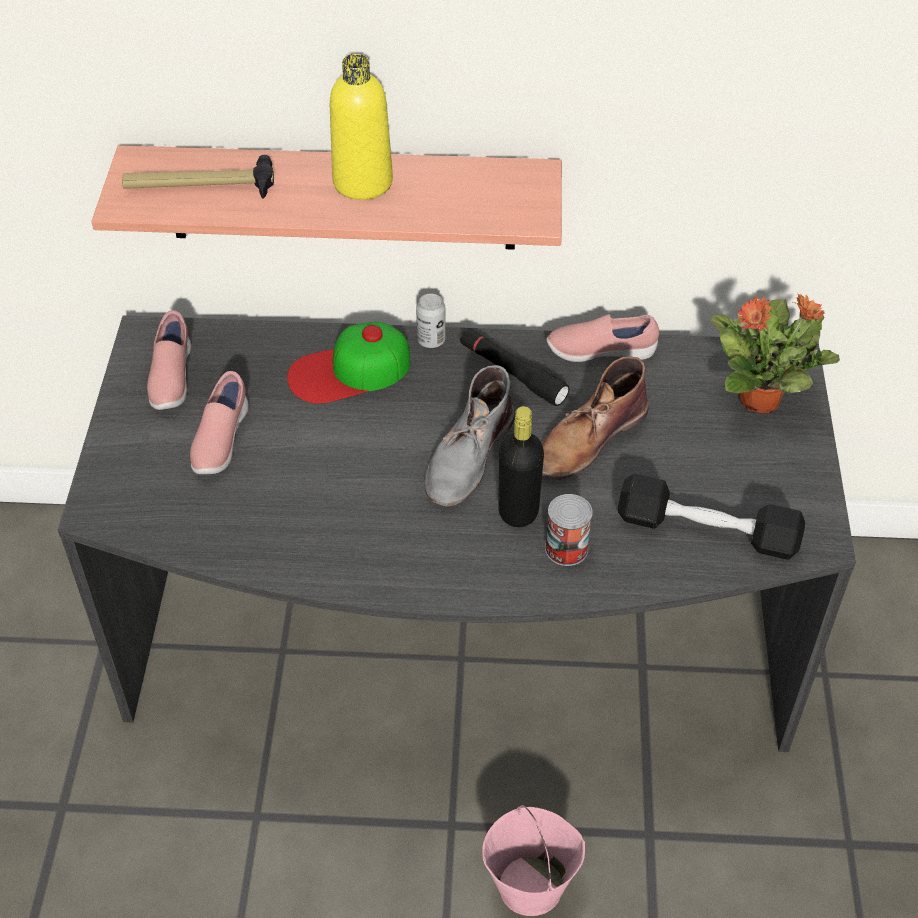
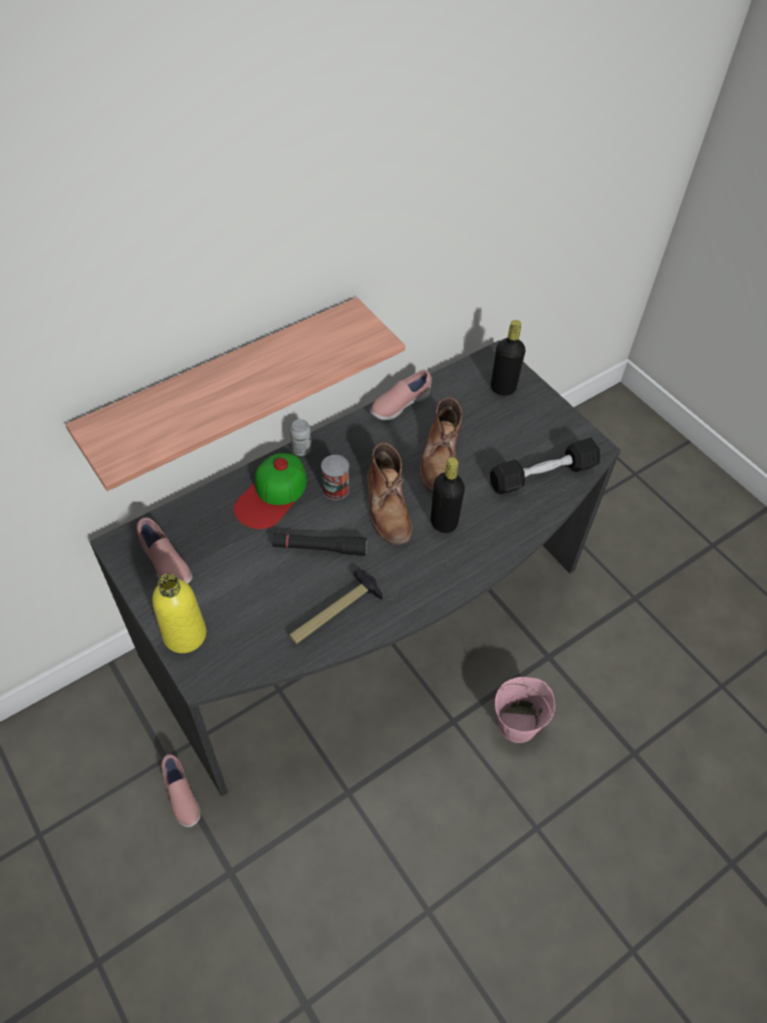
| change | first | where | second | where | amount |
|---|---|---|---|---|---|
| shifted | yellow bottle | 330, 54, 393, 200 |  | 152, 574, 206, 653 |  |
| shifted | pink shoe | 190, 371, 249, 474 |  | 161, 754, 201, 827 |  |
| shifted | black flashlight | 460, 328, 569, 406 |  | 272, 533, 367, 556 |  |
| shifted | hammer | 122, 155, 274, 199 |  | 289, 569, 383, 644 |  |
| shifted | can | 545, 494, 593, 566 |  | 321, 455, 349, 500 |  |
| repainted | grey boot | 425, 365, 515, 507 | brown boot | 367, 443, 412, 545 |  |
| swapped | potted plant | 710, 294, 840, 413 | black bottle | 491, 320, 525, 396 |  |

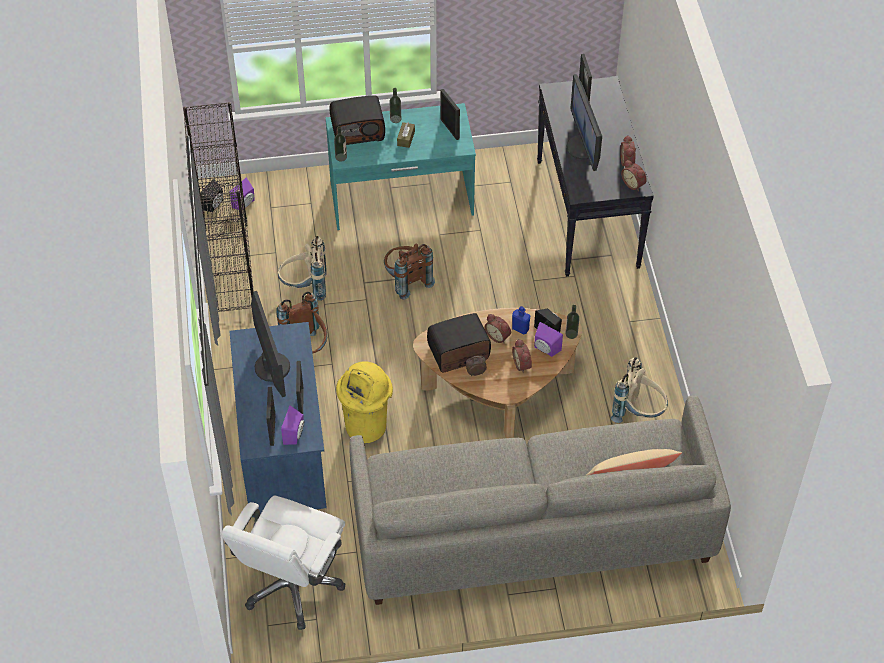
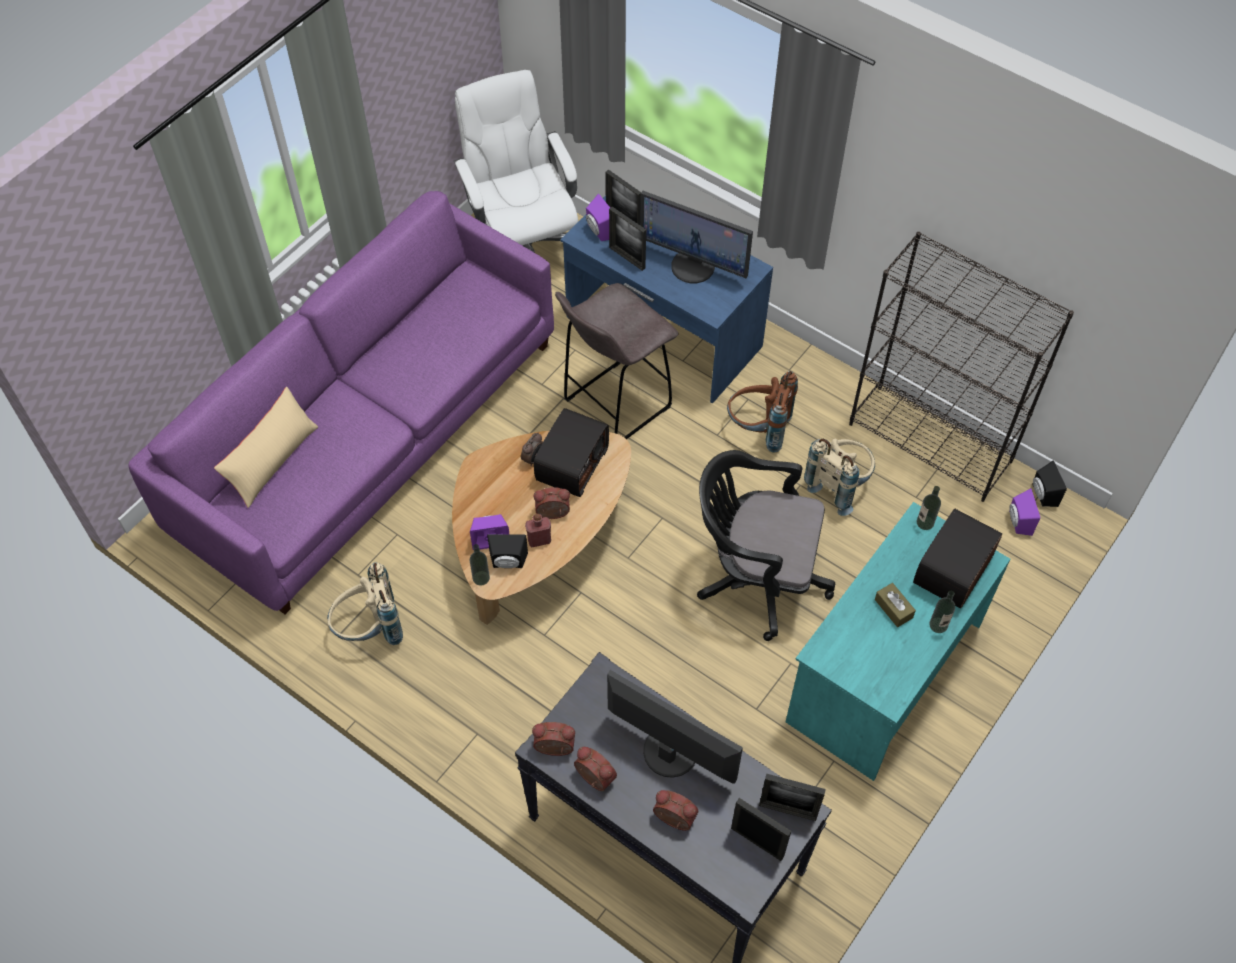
| change | first | where | second | where | amount |
|---|---|---|---|---|---|
| repainted | grey sofa | 349, 396, 731, 605 | purple sofa | 128, 191, 554, 614 |  |
| repainted | blue bottle | 512, 306, 530, 334 | red bottle | 525, 514, 551, 547 |  |
| swapped | yellow trash can | 336, 361, 393, 443 | grey stool | 555, 283, 679, 439 |  |
| shifted | alarm clock | 512, 339, 532, 373 |  | 653, 790, 698, 831 |  |
| swapped | brown backpack | 384, 244, 435, 300 | black office chair | 697, 450, 835, 641 |  |
| shifted | picture frame | 440, 89, 460, 140 |  | 759, 773, 826, 821 |  |

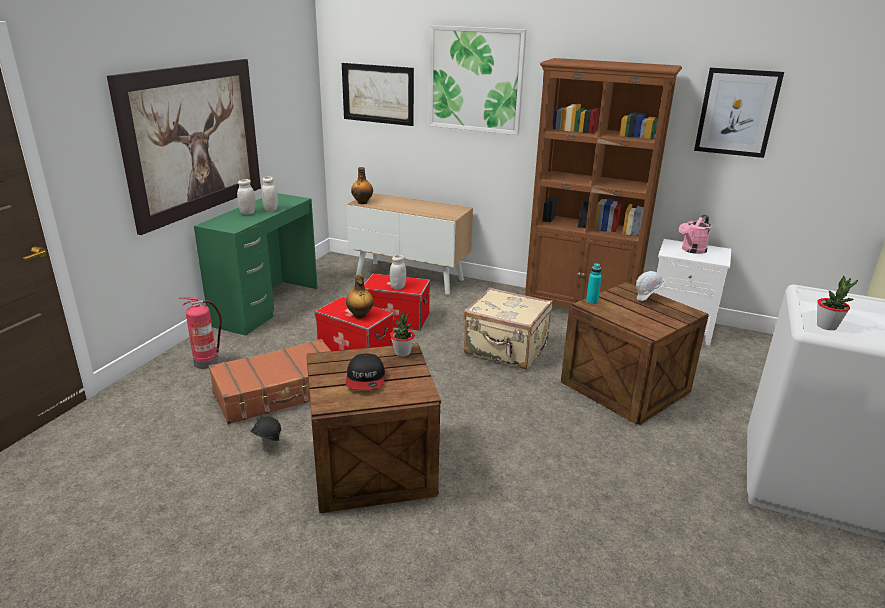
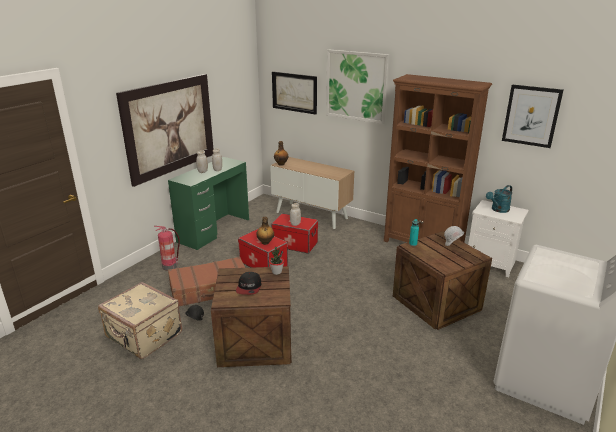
| change | first | where | second | where | amount |
|---|---|---|---|---|---|
| shifted | beige suitcase | 463, 287, 553, 370 |  | 98, 282, 182, 359 |  |
| repainted | pink watering can | 679, 214, 712, 254 | turquoise watering can | 486, 185, 512, 213 |  |
| gone | potted plant | 817, 276, 858, 330 |  |  |  |

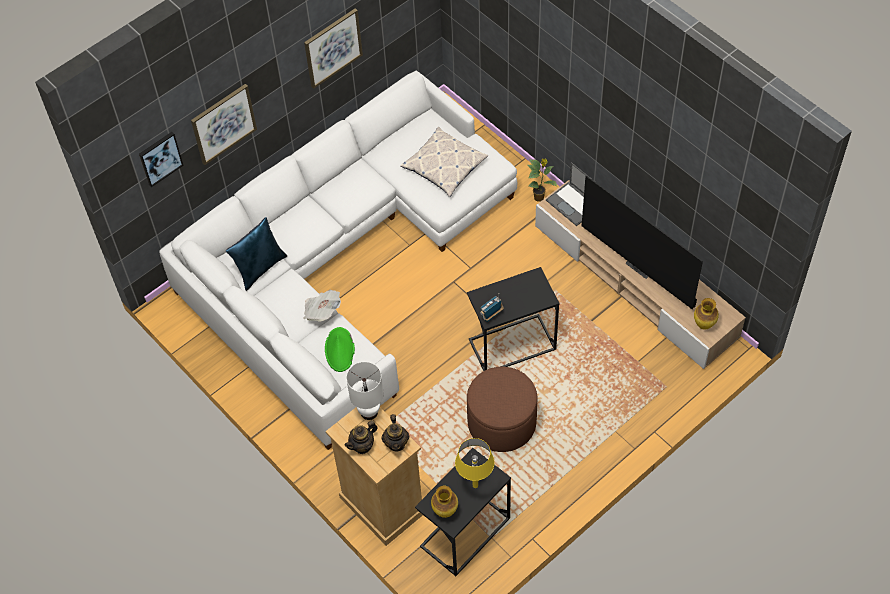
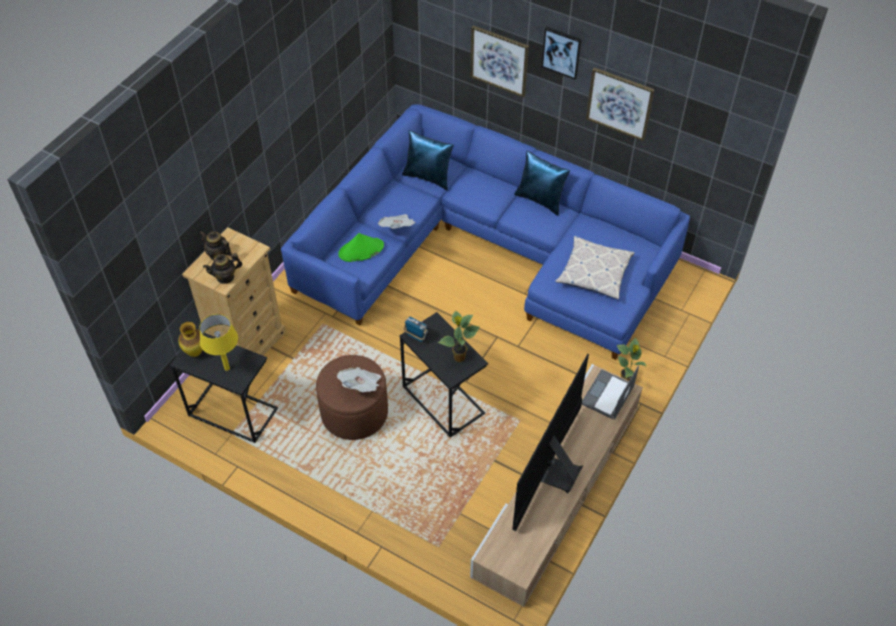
| change | first | where | second | where | amount |
|---|---|---|---|---|---|
| repainted | white sofa | 159, 71, 517, 450 | blue sofa | 281, 104, 690, 360 |  |
| new |  |  | newspaper | 337, 367, 381, 392 |  |
| new |  |  | potted plant | 438, 310, 480, 362 |  |
| new |  |  | blue pillow | 514, 151, 570, 216 |  |
| shifted | picture | 139, 132, 184, 187 |  | 542, 27, 581, 80 |  |
| gone | white table lamp | 346, 362, 384, 420 |  |  |  |
| gone | vase | 694, 298, 719, 330 |  |  |  |

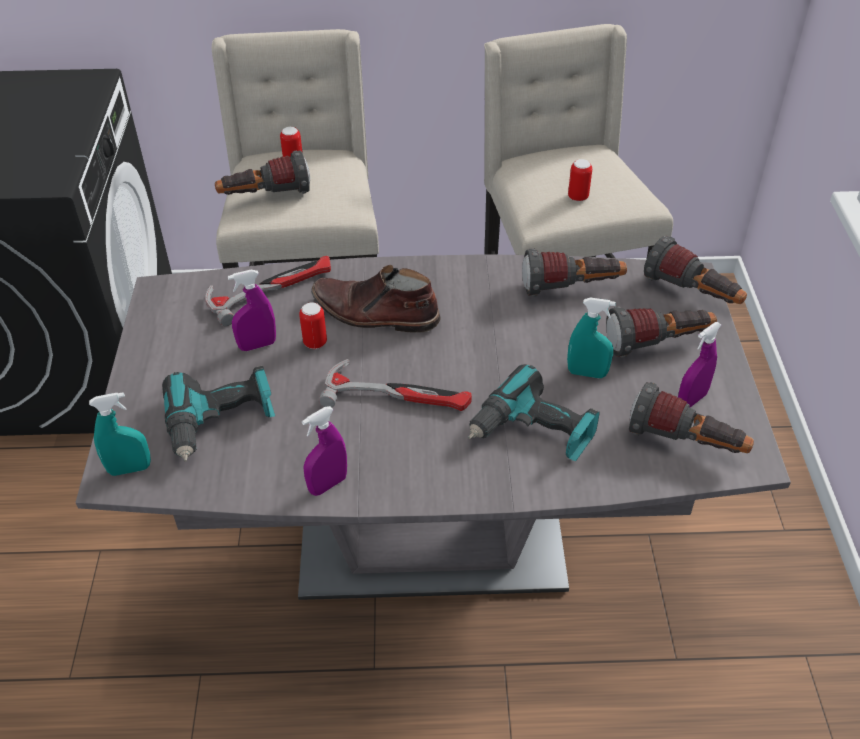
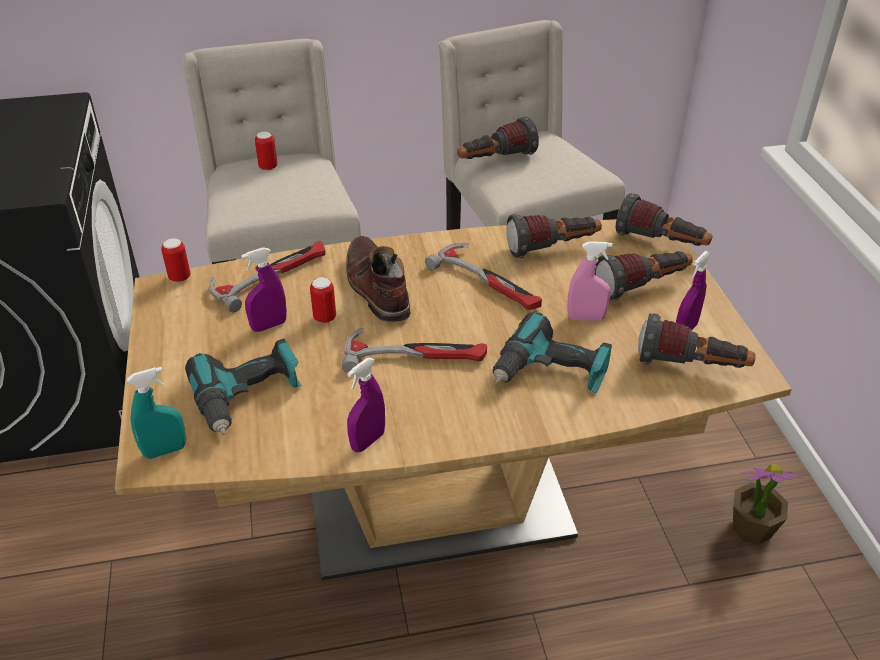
| change | first | where | second | where | amount |
|---|---|---|---|---|---|
| repainted | grey dining table | 76, 254, 791, 600 | brown dining table | 115, 217, 792, 580 |  |
| shifted | can | 568, 159, 592, 201 |  | 161, 238, 190, 282 |  |
| rotated | brown boot | 311, 265, 441, 333 |  | 346, 236, 410, 322 | 60 degrees clockwise |
| new |  |  | hammer | 425, 243, 542, 310 |  |
| shifted | flashlight | 215, 150, 310, 195 |  | 457, 117, 539, 159 |  |
| repainted | turquoise spray bottle | 567, 298, 616, 378 | pink spray bottle | 567, 241, 613, 321 |  |
| new |  |  | potted plant | 733, 464, 804, 545 |  |

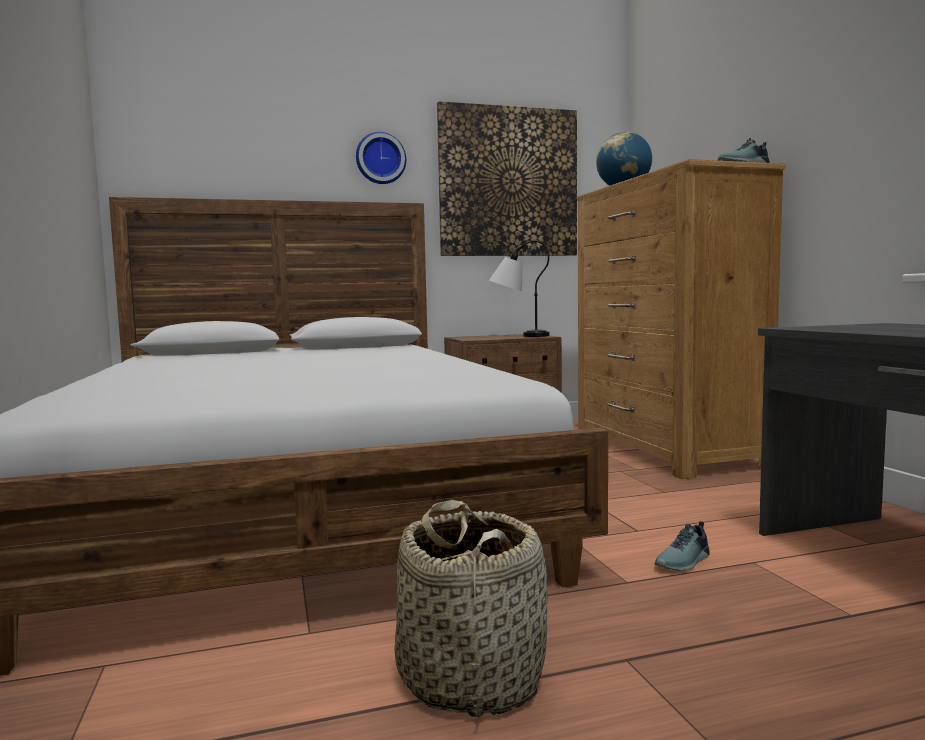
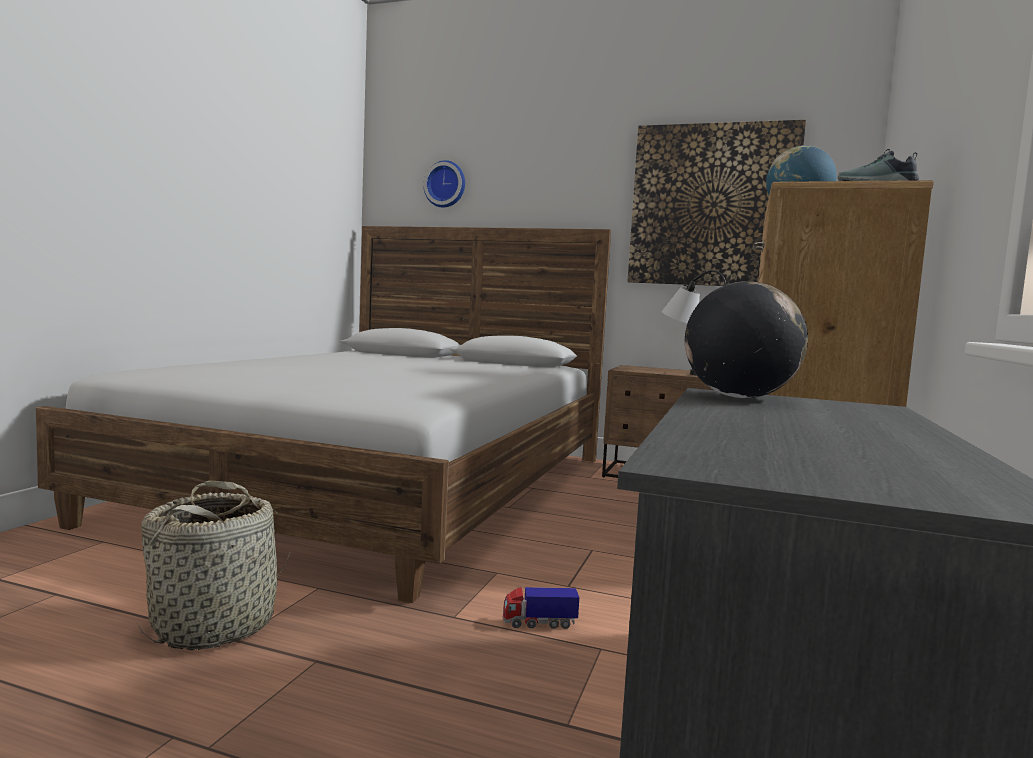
| change | first | where | second | where | amount |
|---|---|---|---|---|---|
| shifted | wall clock | 356, 132, 406, 184 |  | 423, 160, 465, 208 |  |
| swapped | shoe | 655, 521, 710, 571 | toy truck | 503, 587, 579, 629 |  |
| new |  |  | globe | 685, 281, 808, 398 |  |

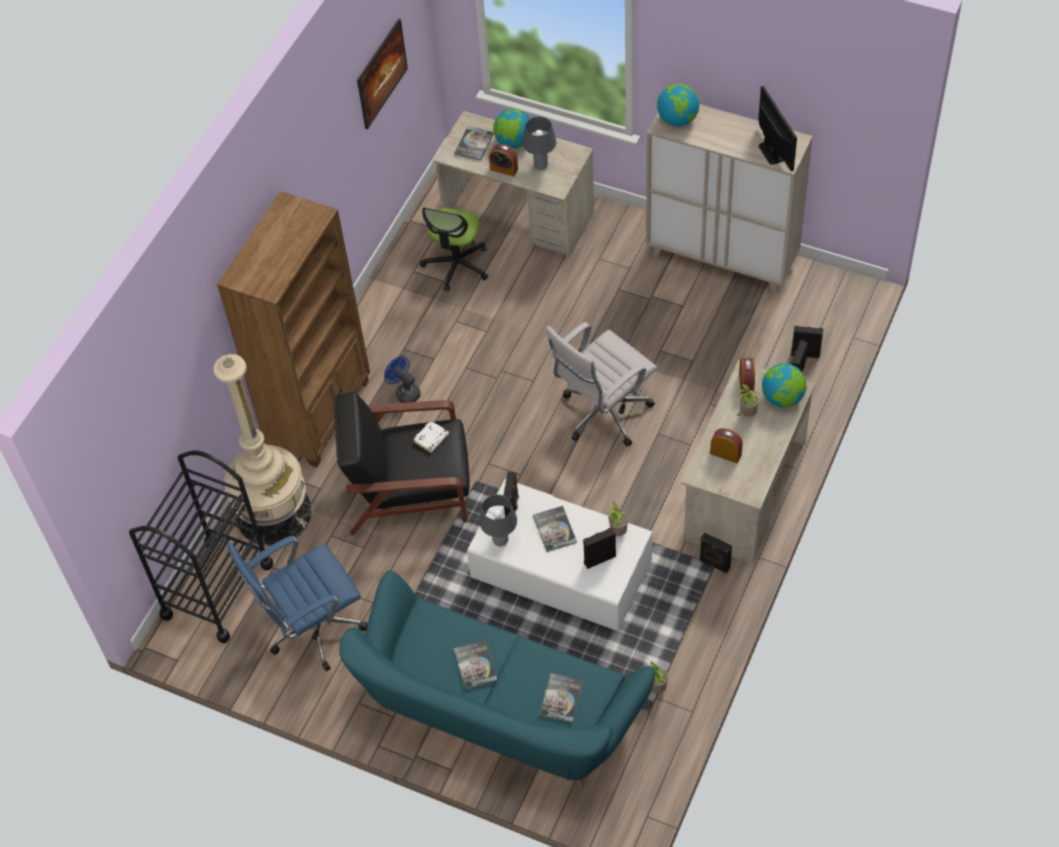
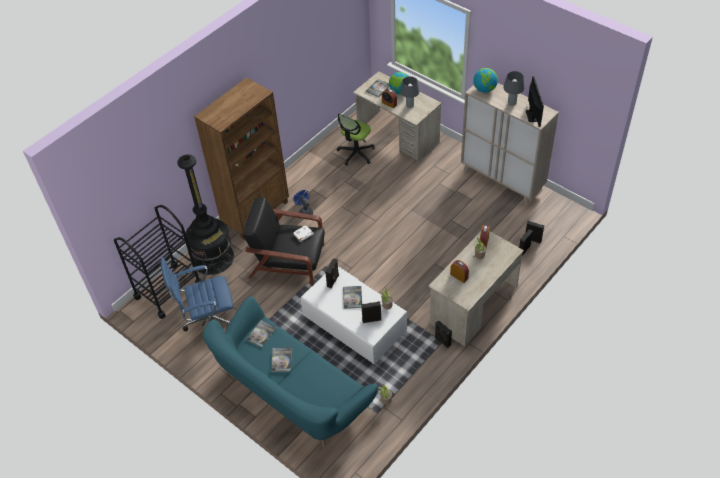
| change | first | where | second | where | amount |
|---|---|---|---|---|---|
| repainted | beige floor lamp | 213, 354, 312, 546 | black floor lamp | 178, 154, 234, 275 |  |
| shifted | book | 539, 673, 583, 723 |  | 246, 320, 276, 348 |  |
| shifted | grey table lamp | 479, 494, 517, 547 |  | 503, 71, 524, 106 |  |
| gone | picture | 357, 19, 408, 129 |  |  |  |
| gone | white office chair | 546, 322, 657, 447 |  |  |  |
| gone | globe | 762, 363, 806, 408 |  |  |  |

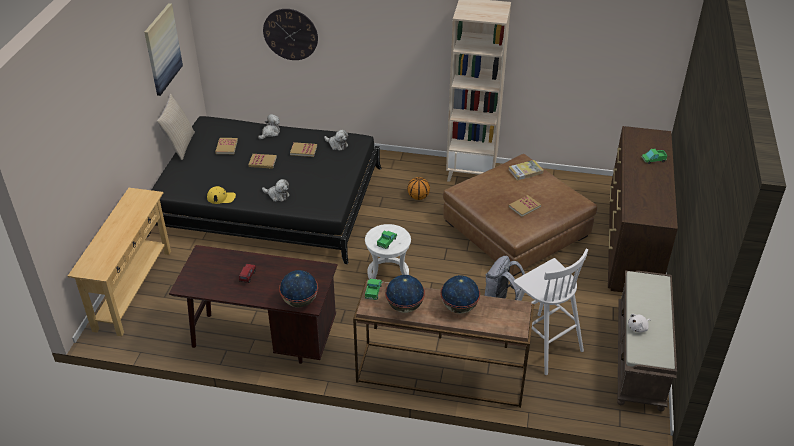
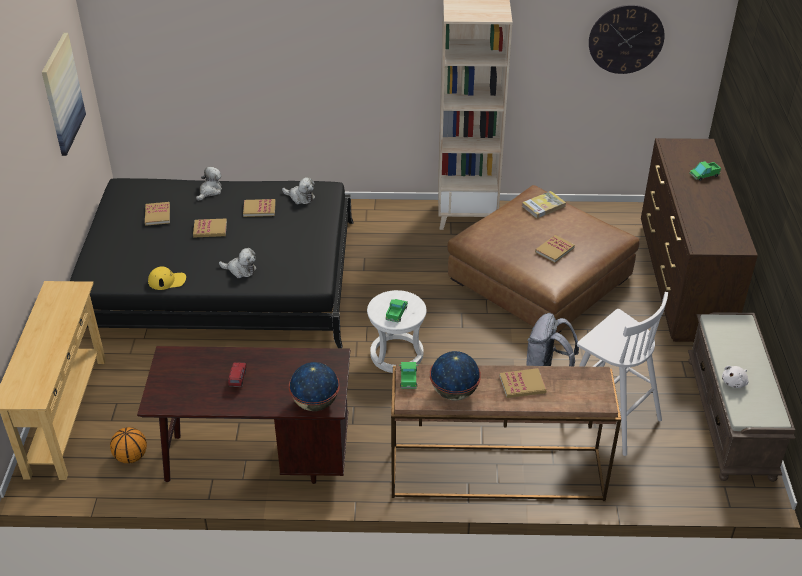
| change | first | where | second | where | amount |
|---|---|---|---|---|---|
| shifted | basketball | 407, 177, 430, 200 |  | 110, 427, 147, 463 |  |
| swapped | globe | 441, 275, 480, 314 | book | 499, 368, 546, 398 |  |
| shifted | wall clock | 263, 9, 318, 60 |  | 589, 5, 665, 74 |  |
| gone | beige pillow | 157, 94, 195, 160 |  |  |  |

